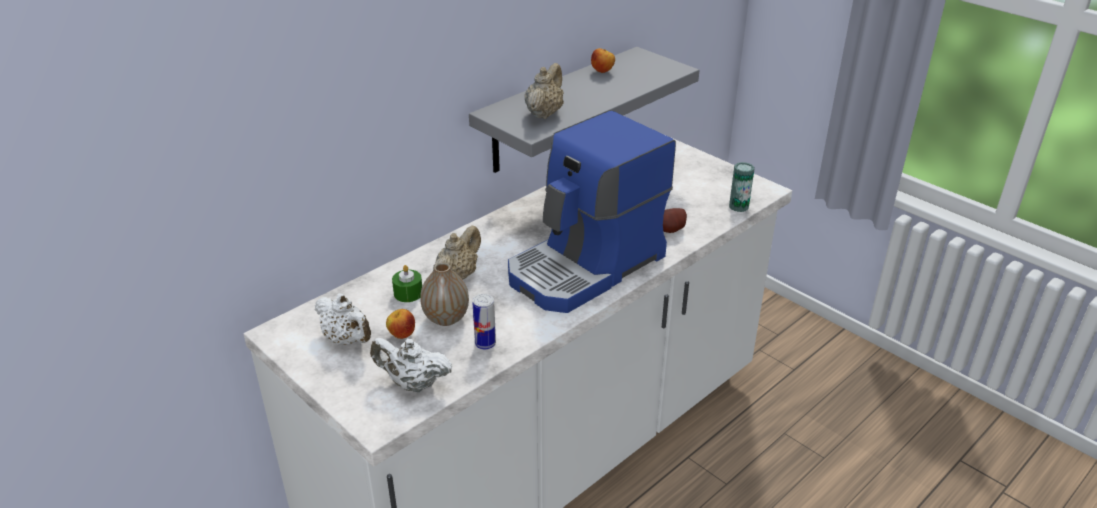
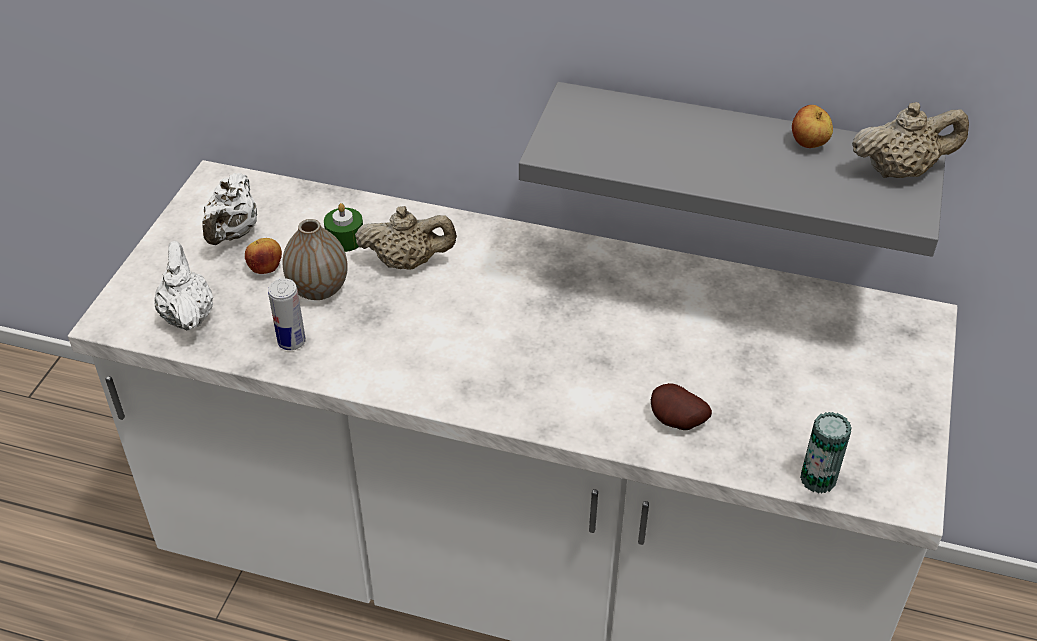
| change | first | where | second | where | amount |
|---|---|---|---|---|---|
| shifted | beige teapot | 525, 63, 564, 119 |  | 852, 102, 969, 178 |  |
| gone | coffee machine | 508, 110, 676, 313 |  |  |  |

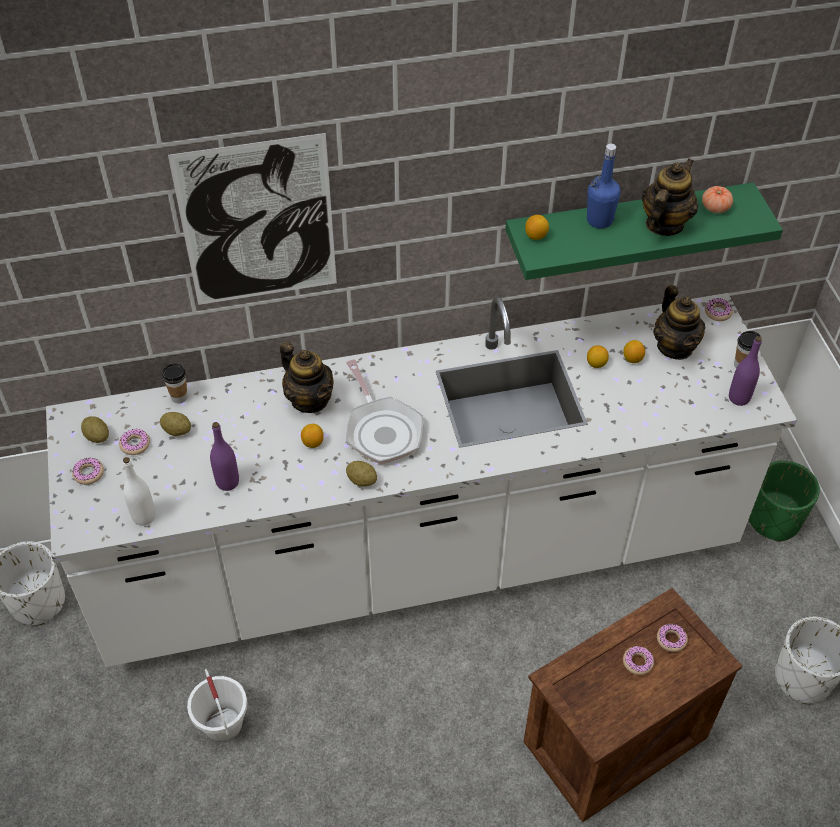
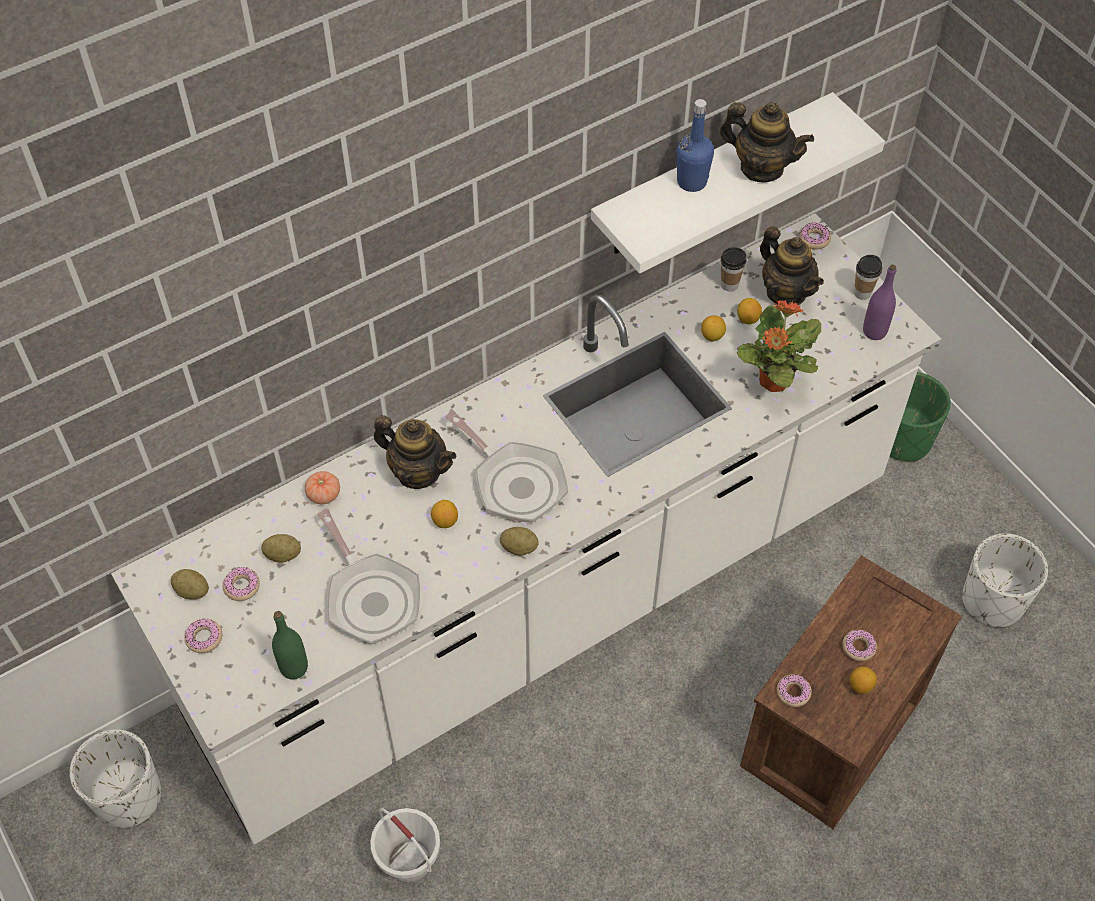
| change | first | where | second | where | amount |
|---|---|---|---|---|---|
| repainted | white bottle | 123, 457, 156, 526 | green bottle | 272, 611, 308, 680 |  |
| shifted | tomato | 702, 186, 733, 213 |  | 305, 471, 340, 504 |  |
| swapped | purple bottle | 210, 422, 239, 491 | frying pan | 317, 509, 420, 644 |  |
| repainted | green shelf | 505, 182, 783, 280 | white shelf | 591, 92, 885, 274 |  |
| rotated | teapot | 642, 158, 698, 236 |  | 720, 102, 814, 183 | 105 degrees clockwise |
| shifted | cup | 162, 363, 188, 404 |  | 721, 248, 747, 292 |  |
| new |  |  | potted plant | 737, 300, 821, 392 |  |
| shifted | donut | 657, 624, 688, 652 |  | 777, 674, 812, 707 |  |
| shifted | lemon | 525, 215, 549, 240 |  | 849, 667, 877, 694 |  |
| gone | picture | 168, 133, 337, 305 |  |  |  |

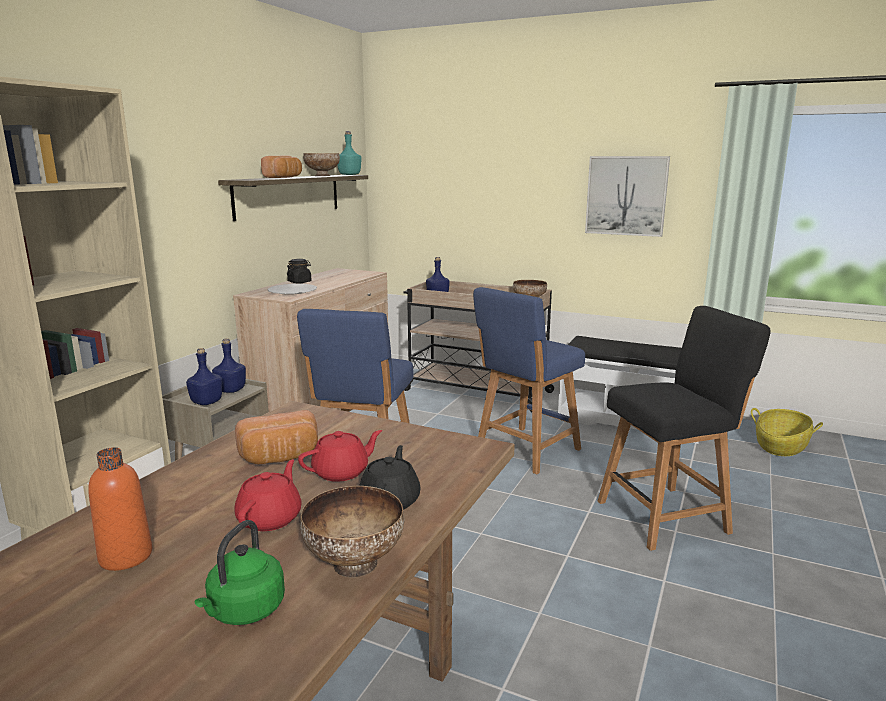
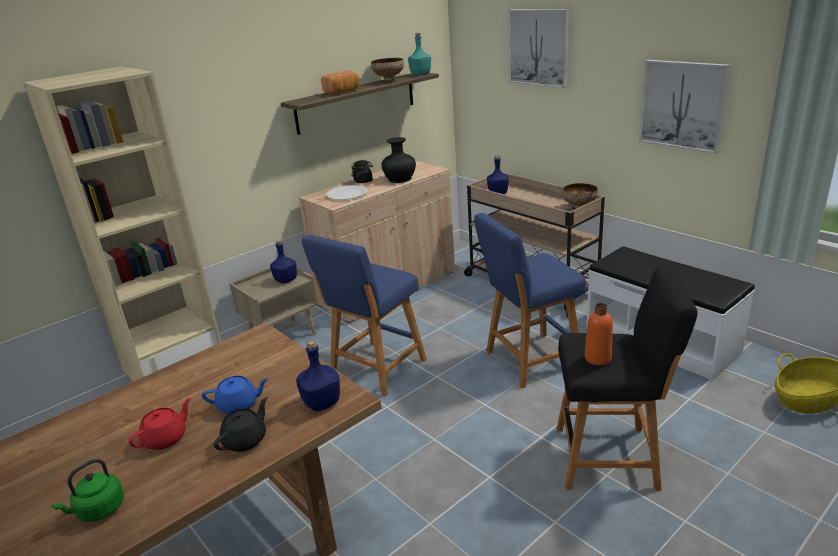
| change | first | where | second | where | amount |
|---|---|---|---|---|---|
| repainted | red teapot | 298, 430, 382, 482 | blue teapot | 202, 376, 269, 414 |  |
| shifted | blue bottle | 186, 348, 222, 405 |  | 296, 341, 340, 411 |  |
| new |  |  | black vase | 382, 137, 416, 183 |  |
| new |  |  | picture | 508, 9, 570, 88 |  |
| shifted | orange bottle | 88, 447, 152, 571 |  | 585, 303, 613, 365 |  |
| gone | bread | 235, 410, 318, 464 |  |  |  |
| gone | bowl | 300, 486, 404, 578 |  |  |  |

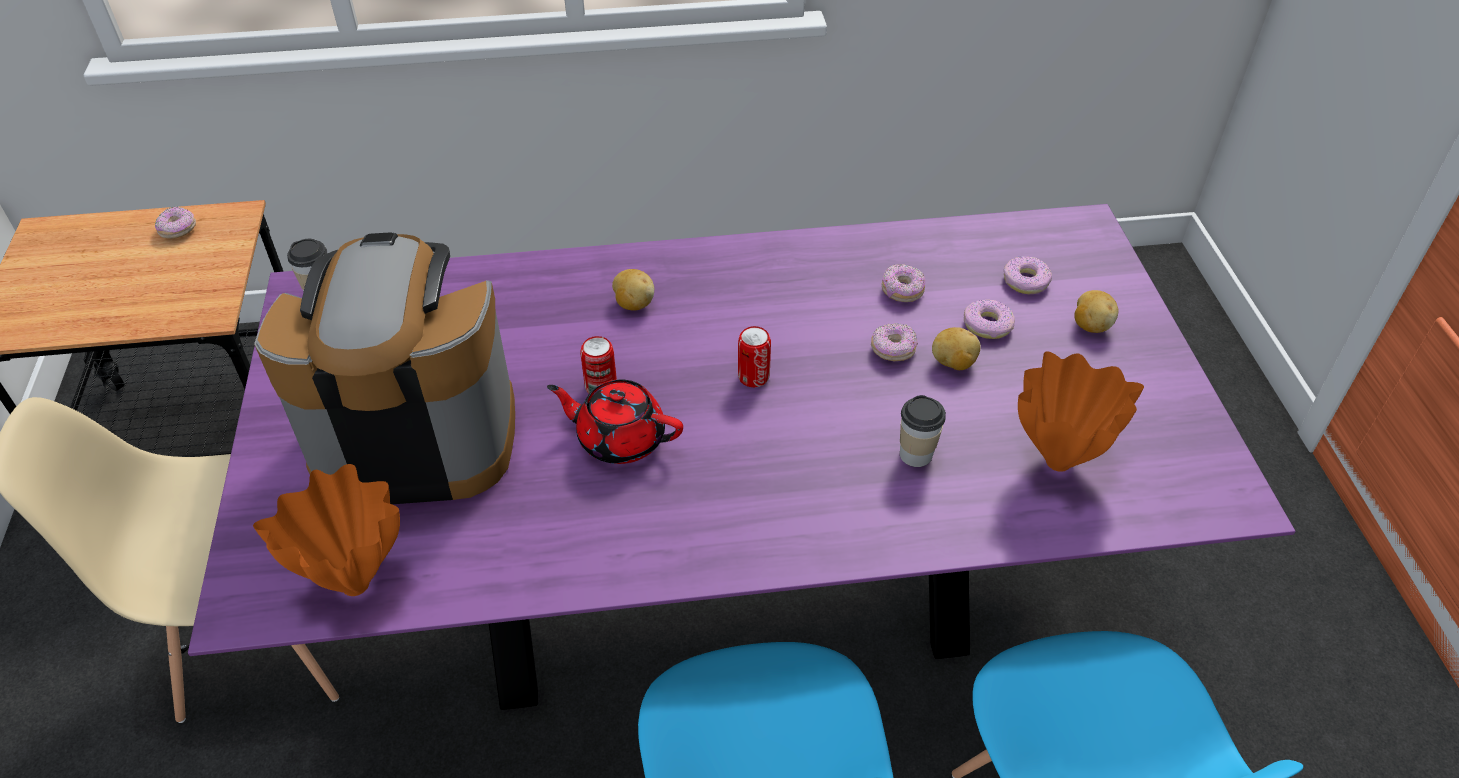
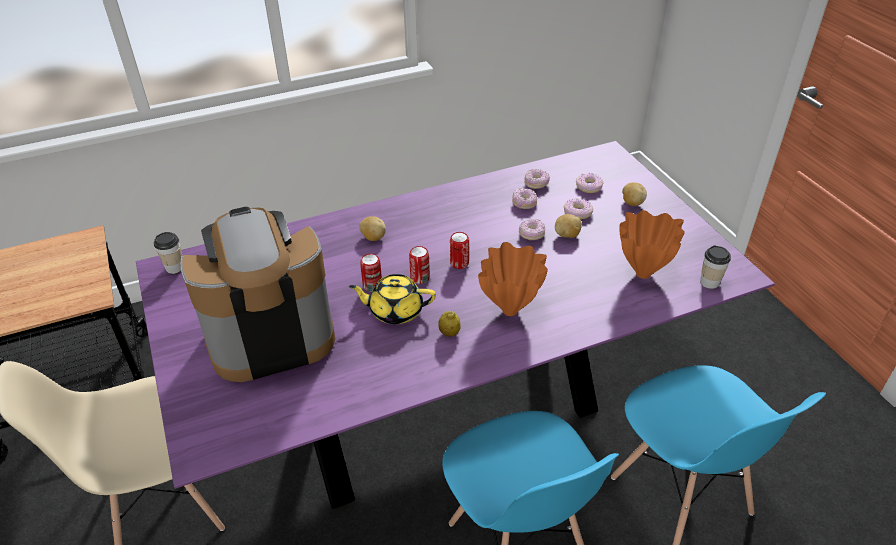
| change | first | where | second | where | amount |
|---|---|---|---|---|---|
| repainted | red teapot | 547, 379, 683, 464 | yellow teapot | 349, 274, 436, 324 |  |
| new |  |  | can | 409, 246, 430, 284 |  |
| new |  |  | lemon | 438, 311, 461, 337 |  |
| shifted | orange vase | 253, 464, 400, 596 |  | 478, 242, 548, 316 |  |
| shifted | donut | 155, 207, 196, 239 |  | 524, 169, 550, 189 |  |
| shifted | cup | 900, 395, 946, 467 |  | 700, 246, 731, 289 |  |

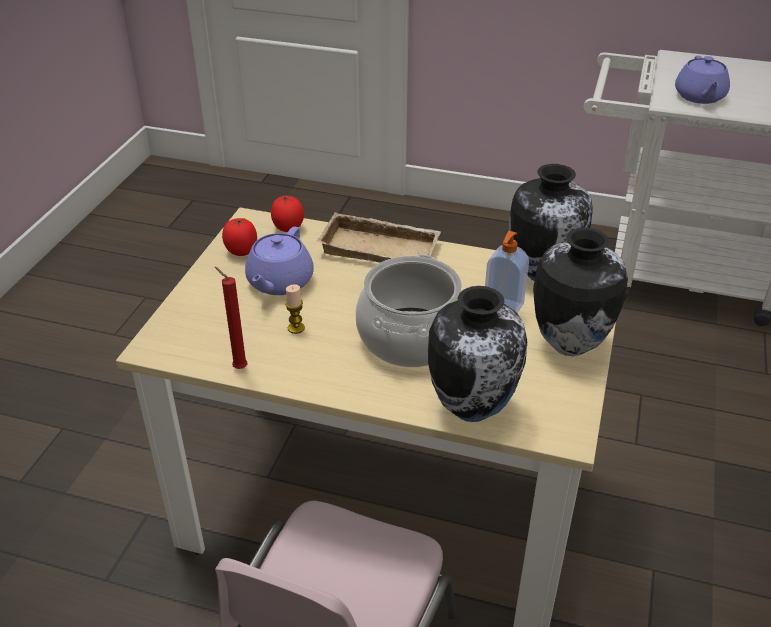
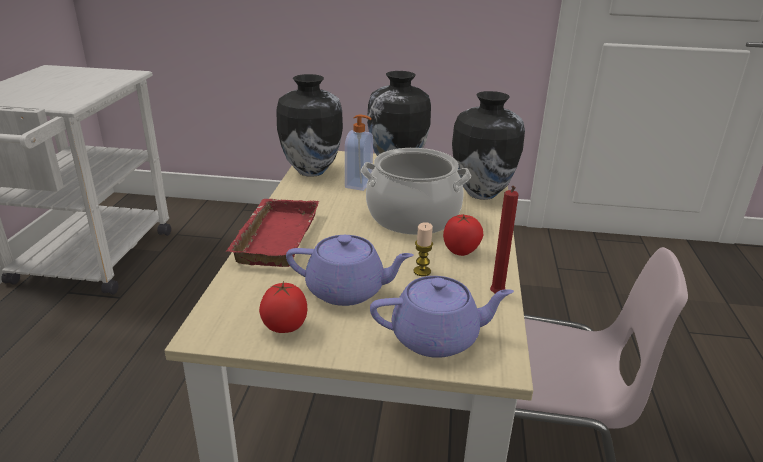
| change | first | where | second | where | amount |
|---|---|---|---|---|---|
| repainted | beige tray | 317, 213, 441, 262 | red tray | 226, 199, 319, 267 |  |
| shifted | purple teapot | 675, 56, 730, 104 |  | 370, 276, 514, 358 |  |
| shifted | tomato | 271, 196, 304, 232 |  | 443, 214, 484, 256 |  |

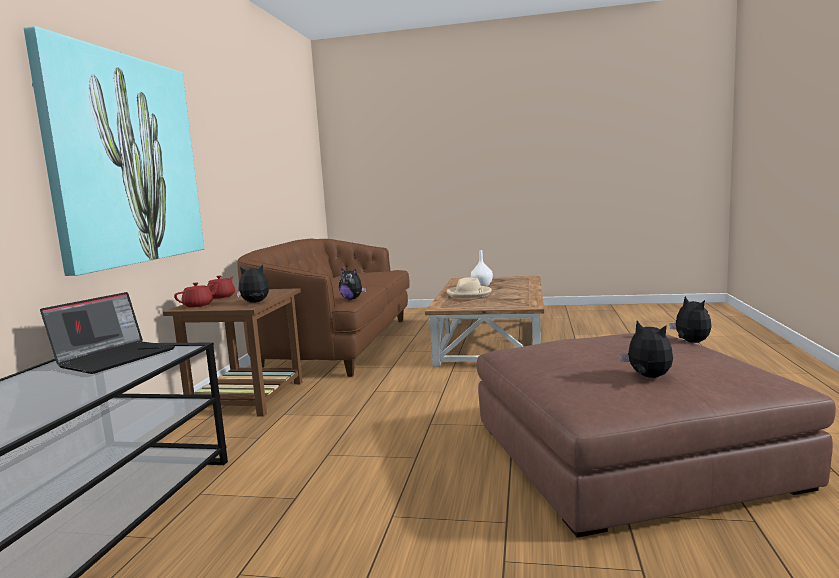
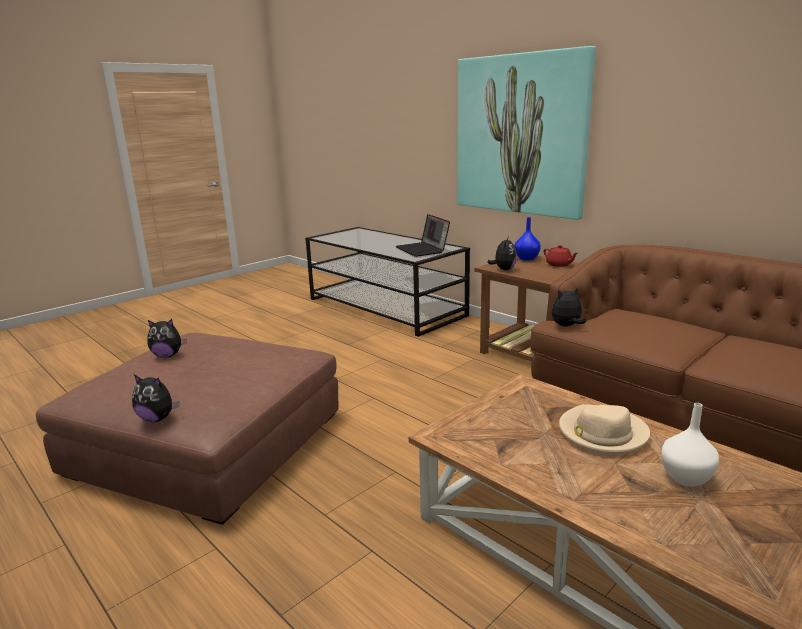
| change | first | where | second | where | amount |
|---|---|---|---|---|---|
| swapped | red teapot | 174, 282, 219, 307 | blue vase | 515, 217, 541, 261 |  |

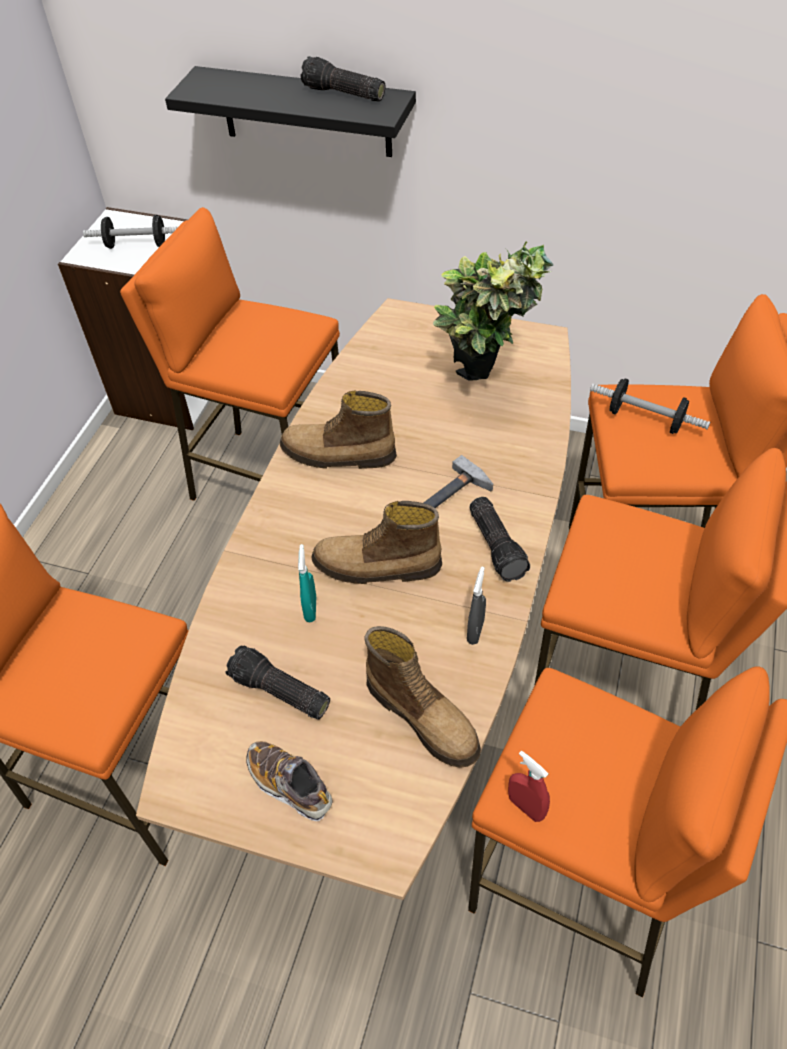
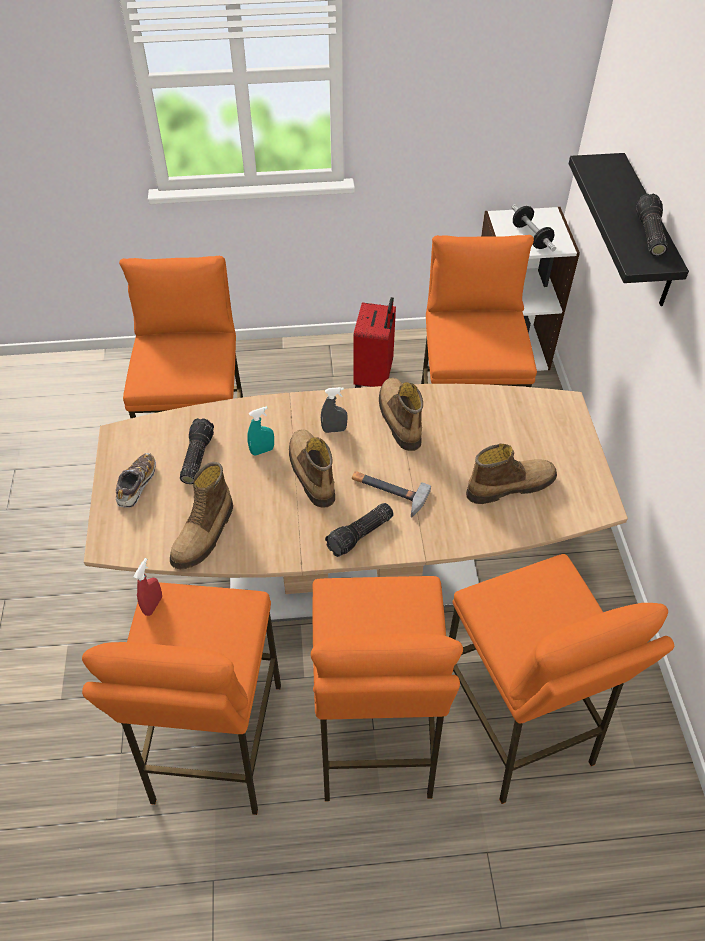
| change | first | where | second | where | amount |
|---|---|---|---|---|---|
| shifted | grey spray bottle | 467, 567, 486, 645 |  | 321, 387, 348, 433 |  |
| new |  |  | red suitcase | 353, 297, 396, 388 |  |
| swapped | potted plant | 433, 242, 553, 381 | boot | 466, 444, 557, 504 |  |
| gone | dumbbell | 590, 378, 710, 434 |  |  |  |

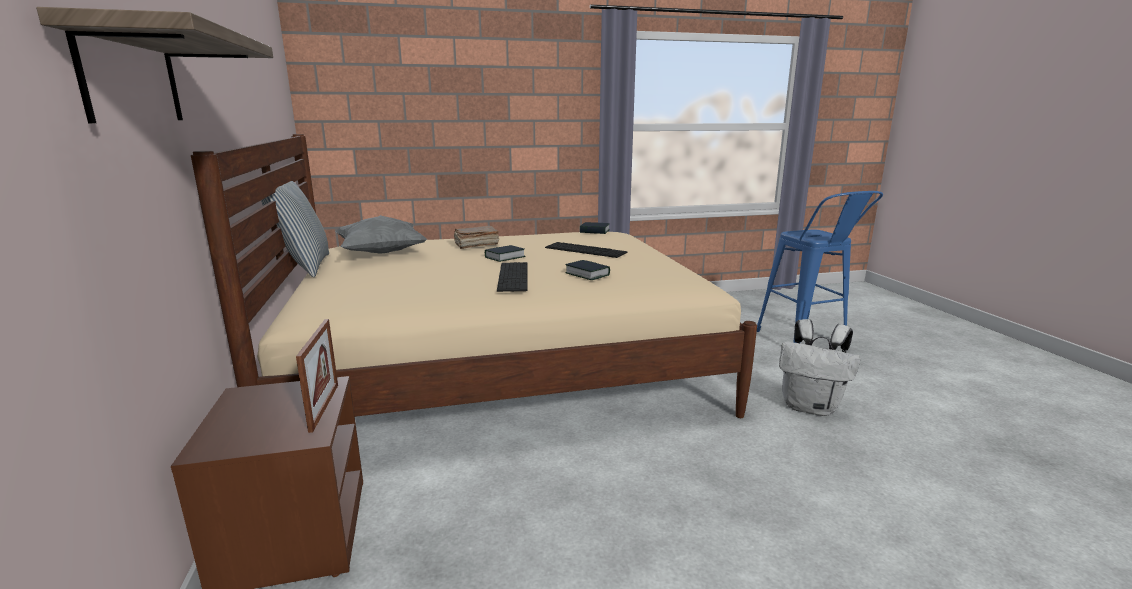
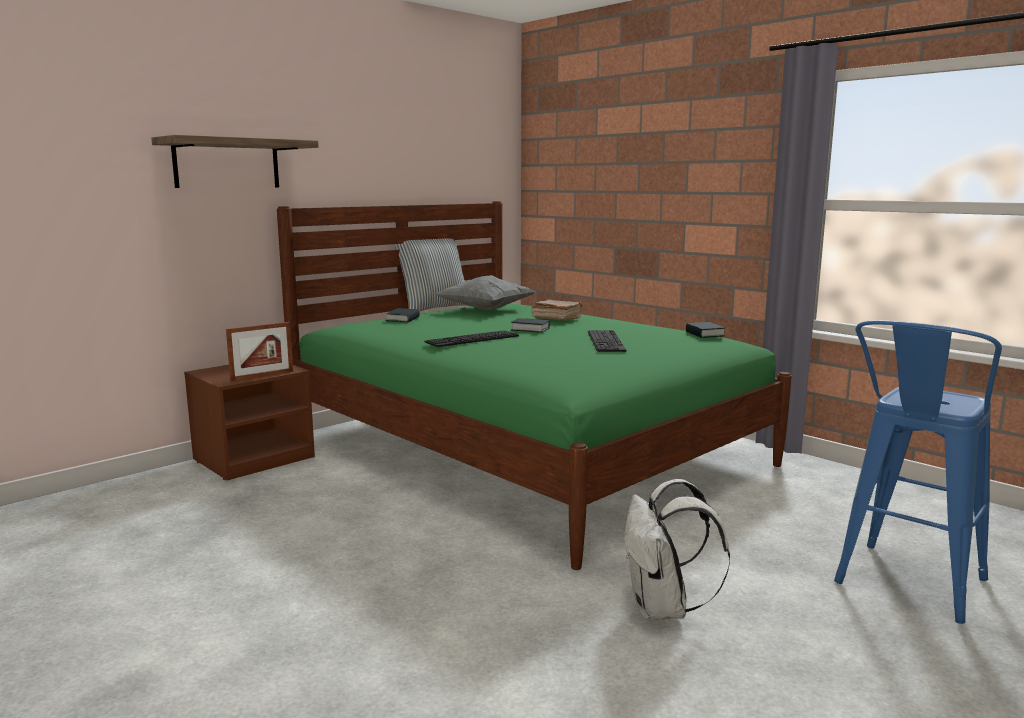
| change | first | where | second | where | amount |
|---|---|---|---|---|---|
| repainted | beige bed | 191, 134, 757, 418 | green bed | 277, 201, 791, 570 |  |
| shifted | book | 565, 260, 610, 280 |  | 386, 308, 420, 323 |  |

